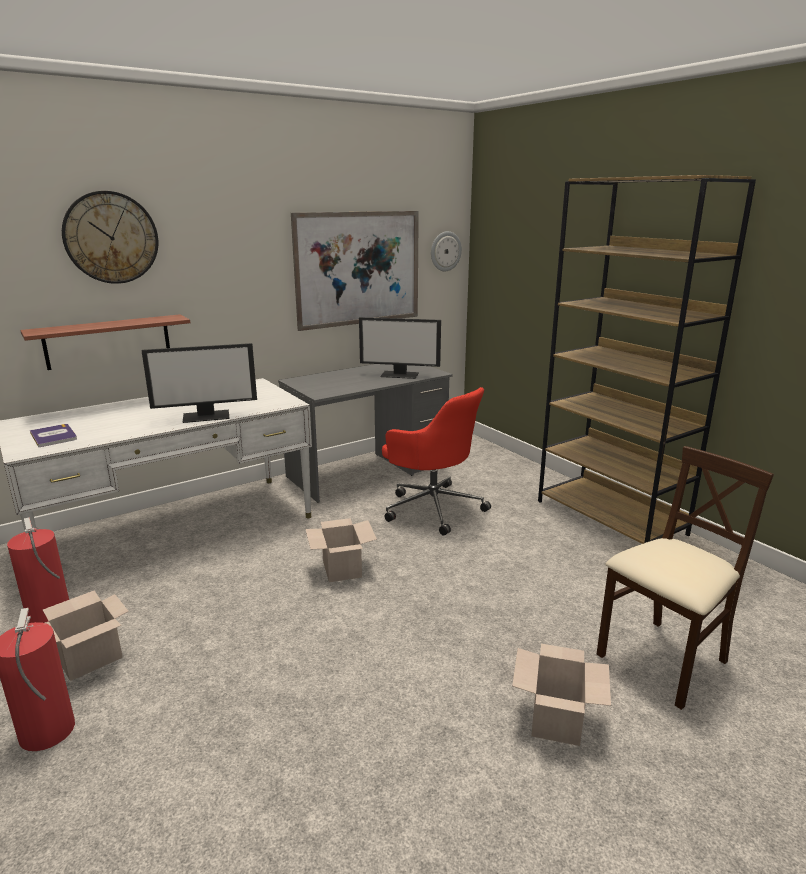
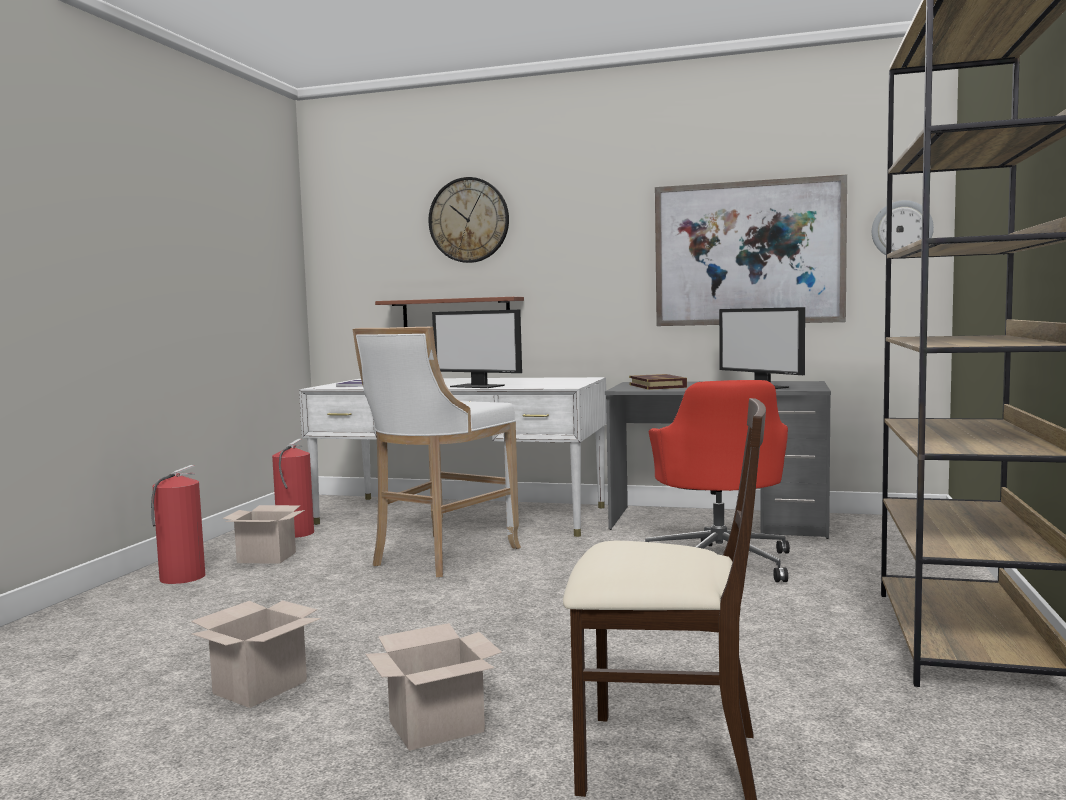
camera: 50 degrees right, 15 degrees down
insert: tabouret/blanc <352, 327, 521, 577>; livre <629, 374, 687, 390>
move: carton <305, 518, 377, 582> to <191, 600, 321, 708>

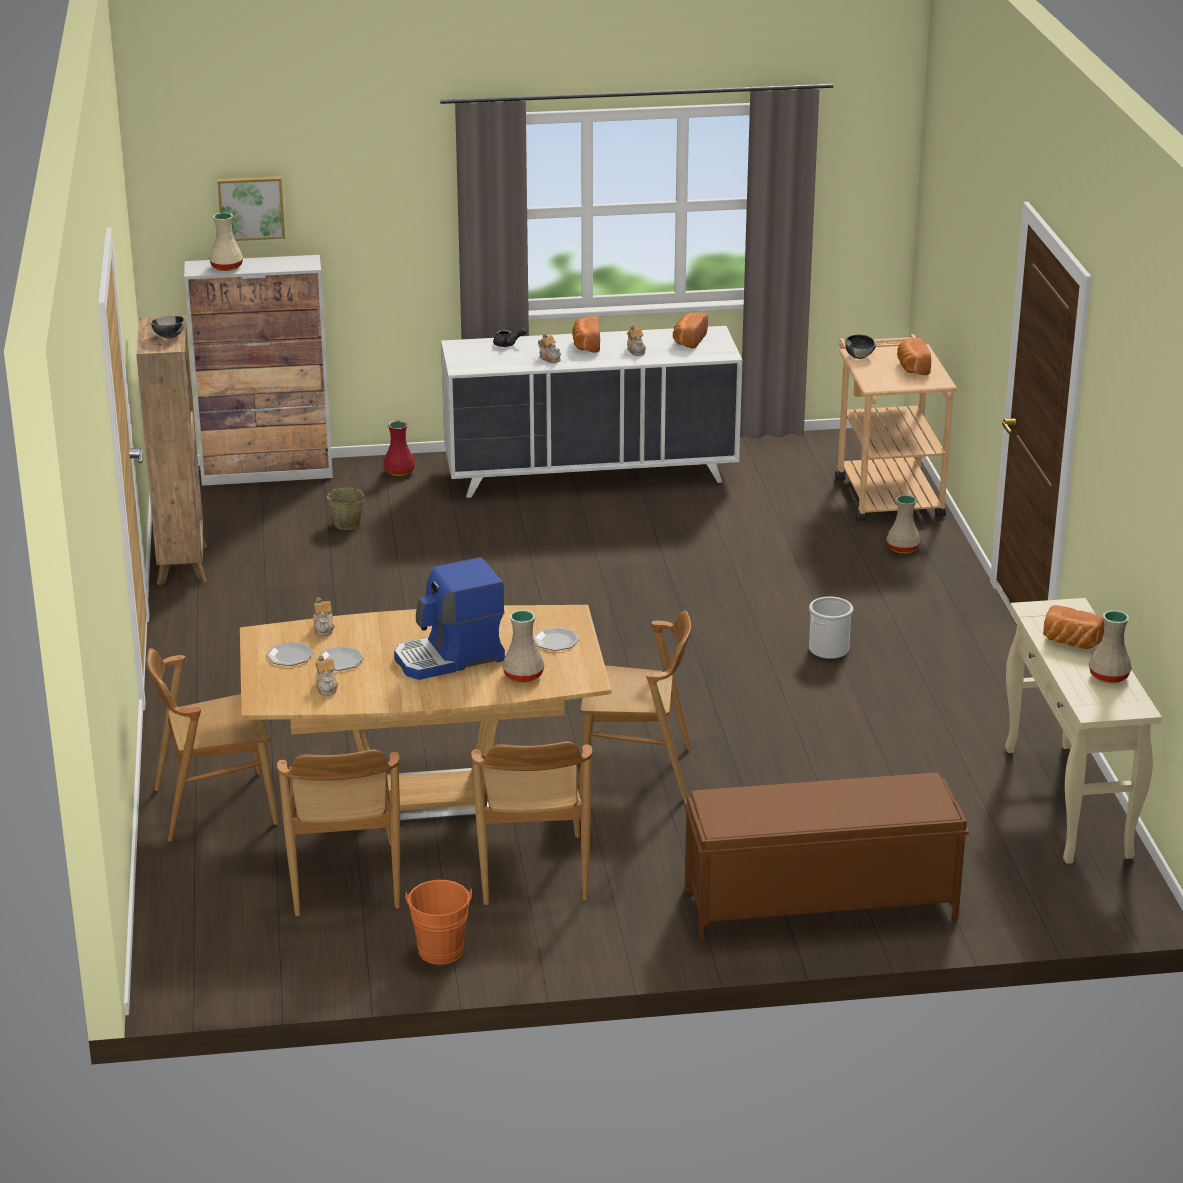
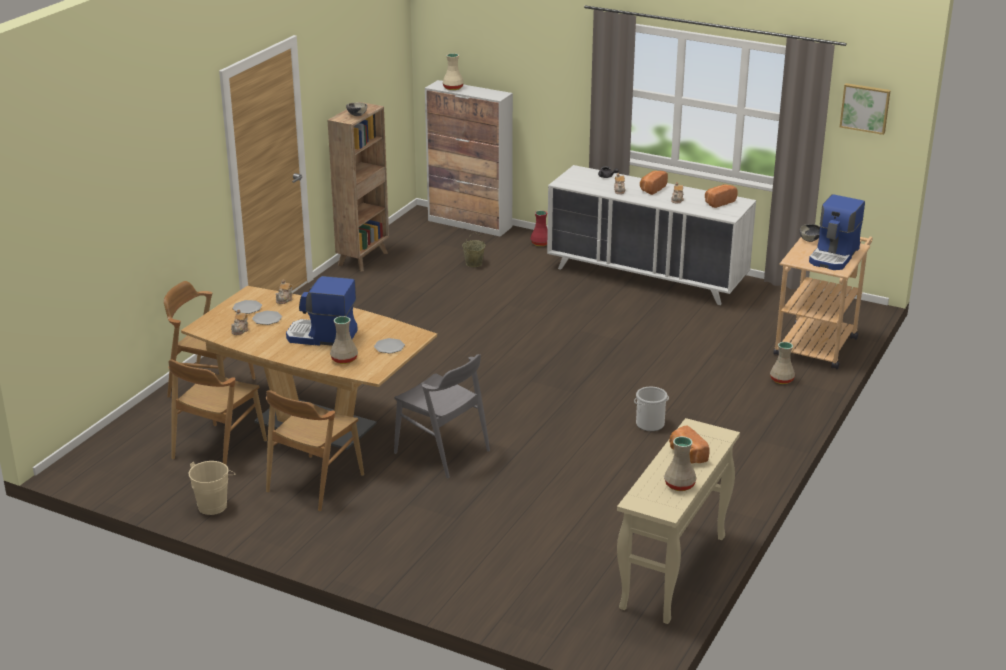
camera: 35 degrees right, 0 degrees up
delete: banc/marron <684, 773, 969, 940>
move: tableau <217, 176, 285, 241> to <840, 83, 891, 135>
replace: pain <897, 338, 931, 375> to machine à café <809, 194, 865, 270>
recolor: seau/orange <405, 880, 472, 965> to seau/beige <189, 461, 235, 515>; chaise/marron <579, 611, 691, 799> to chaise/gris <394, 354, 490, 478>

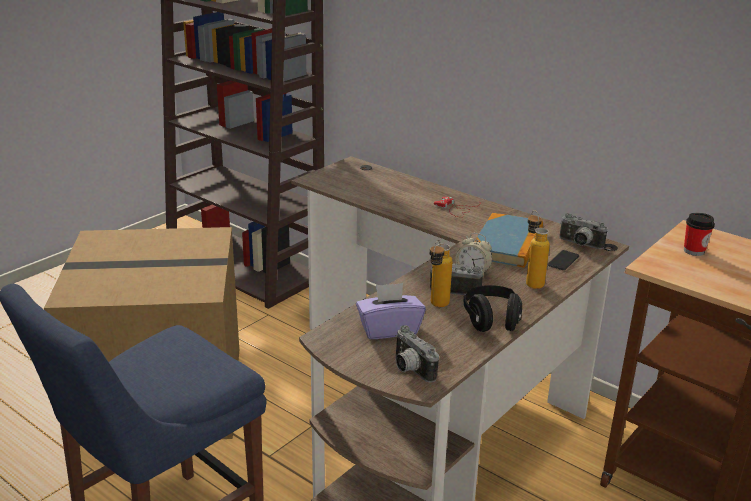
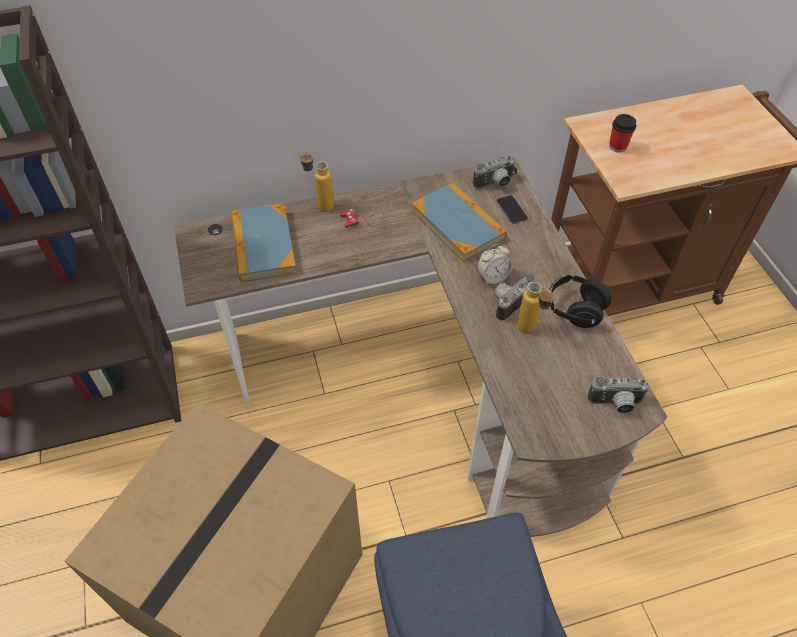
camera: 55 degrees left, 25 degrees up
delete: boîte à mouchoirs/violet <356, 283, 426, 339>
insert: livre <232, 203, 297, 282>
move: bouteille <526, 210, 550, 289> to <300, 152, 334, 212>

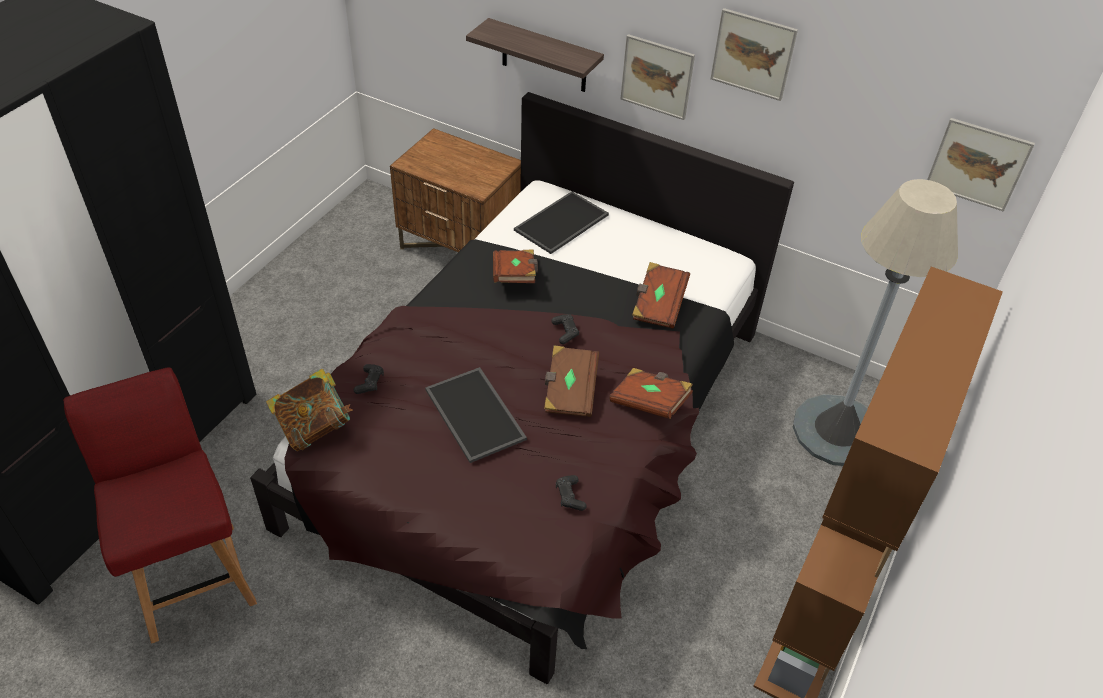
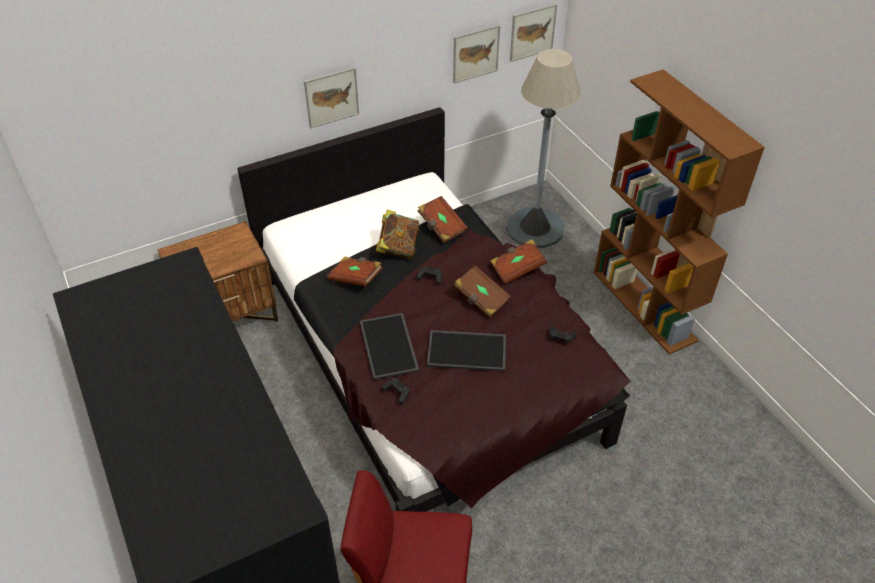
camera: 55 degrees left, 0 degrees up
delete: étagère <466, 18, 604, 92>
move: plateau <514, 191, 609, 254> to <360, 313, 419, 380>; livre <266, 369, 353, 451> to <376, 209, 419, 259>; tableau <710, 8, 798, 101> to <453, 25, 500, 83>

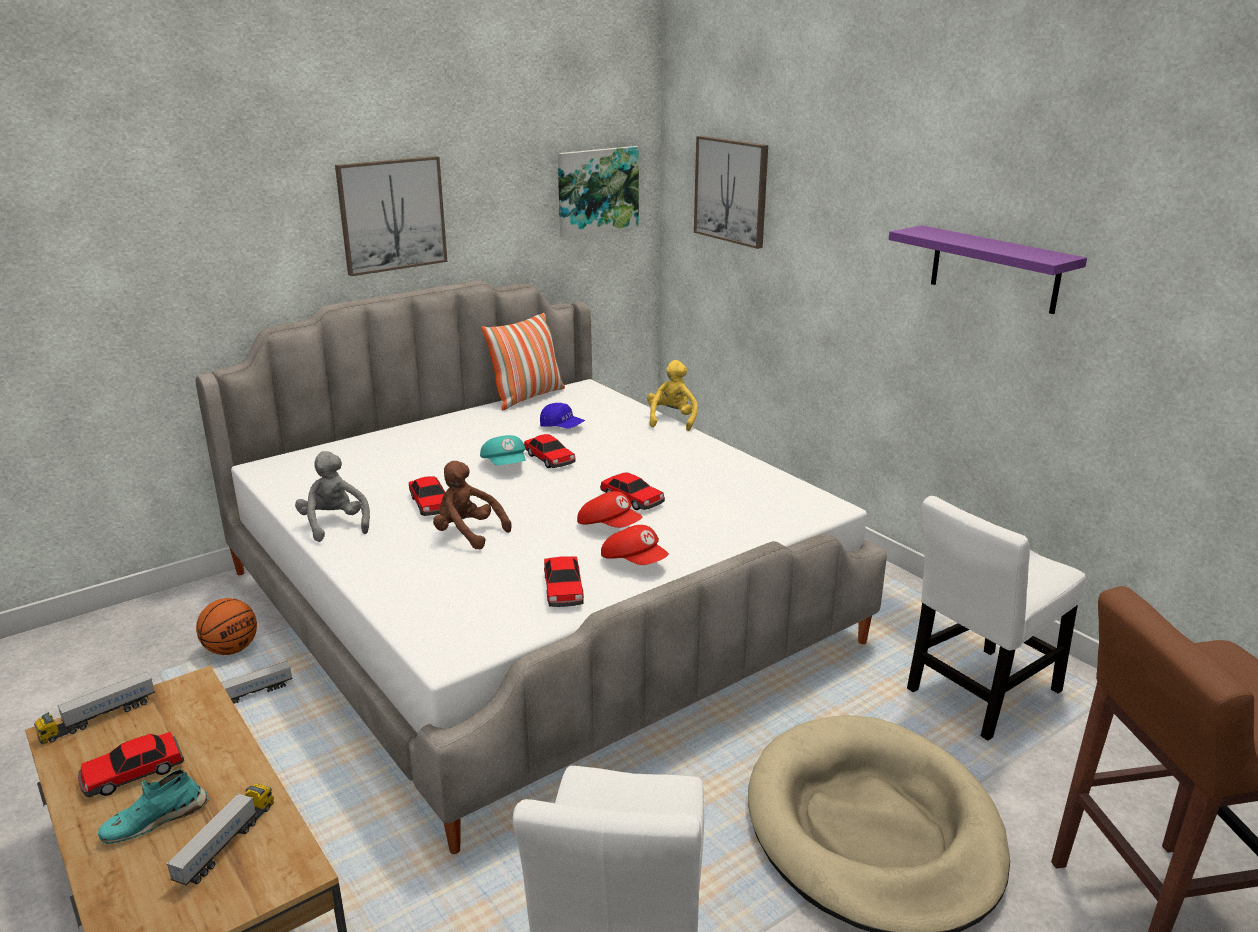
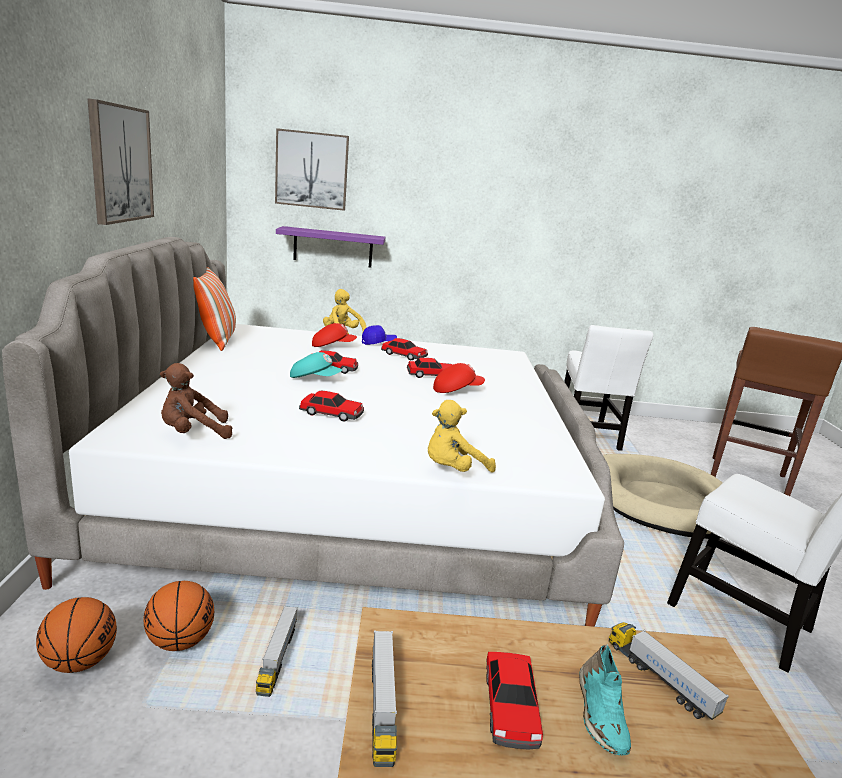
camera: 55 degrees left, 5 degrees down
delete: peluche/gris <295, 451, 370, 542>; tableau <558, 146, 639, 238>
insert: ballon de basket <36, 597, 117, 673>; peluche/jaune <428, 400, 496, 473>
move: peluche/marron <433, 461, 512, 550> to <160, 363, 232, 439>; étagère/violet <889, 225, 1087, 314> to <276, 226, 385, 268>; casquette/rouge <601, 525, 669, 565> to <312, 323, 357, 347>; casquette/bleu <540, 403, 585, 429> to <362, 325, 397, 345>; petite voiture <544, 556, 584, 607> to <381, 338, 428, 360>

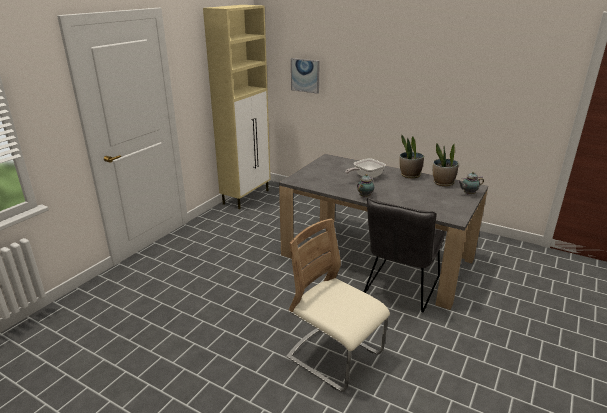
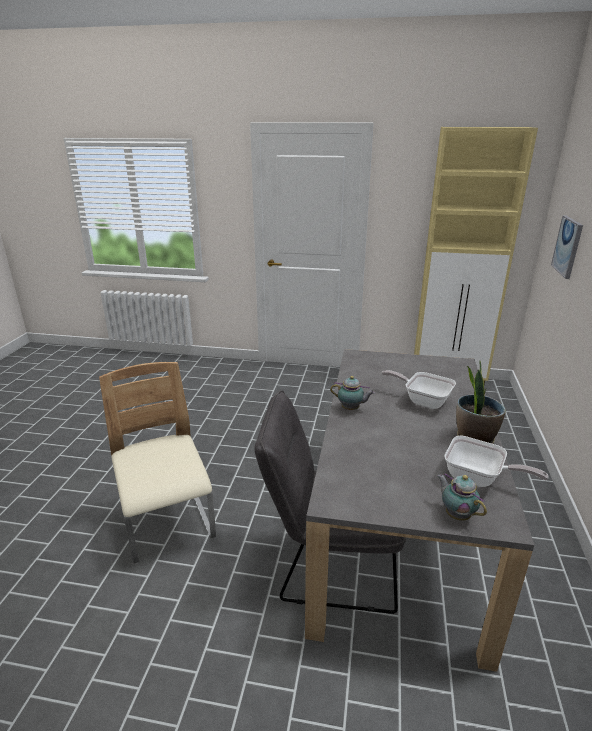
camera: 70 degrees right, 0 degrees up
replace: plante en pot <433, 143, 459, 186> to poêle <444, 436, 549, 487>
rotate: chaise/beige <286, 219, 390, 392> = <99, 362, 216, 563> 45 degrees counterclockwise

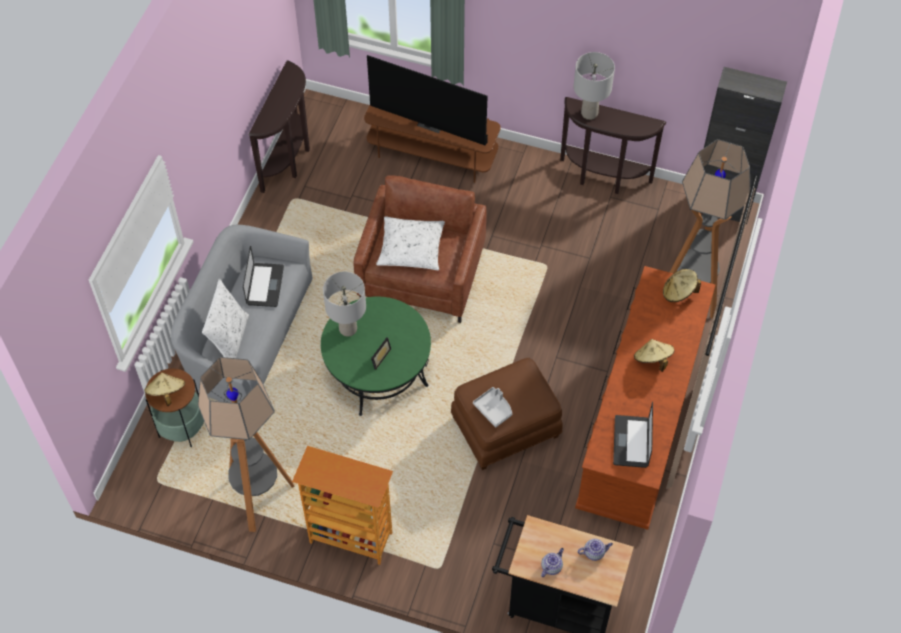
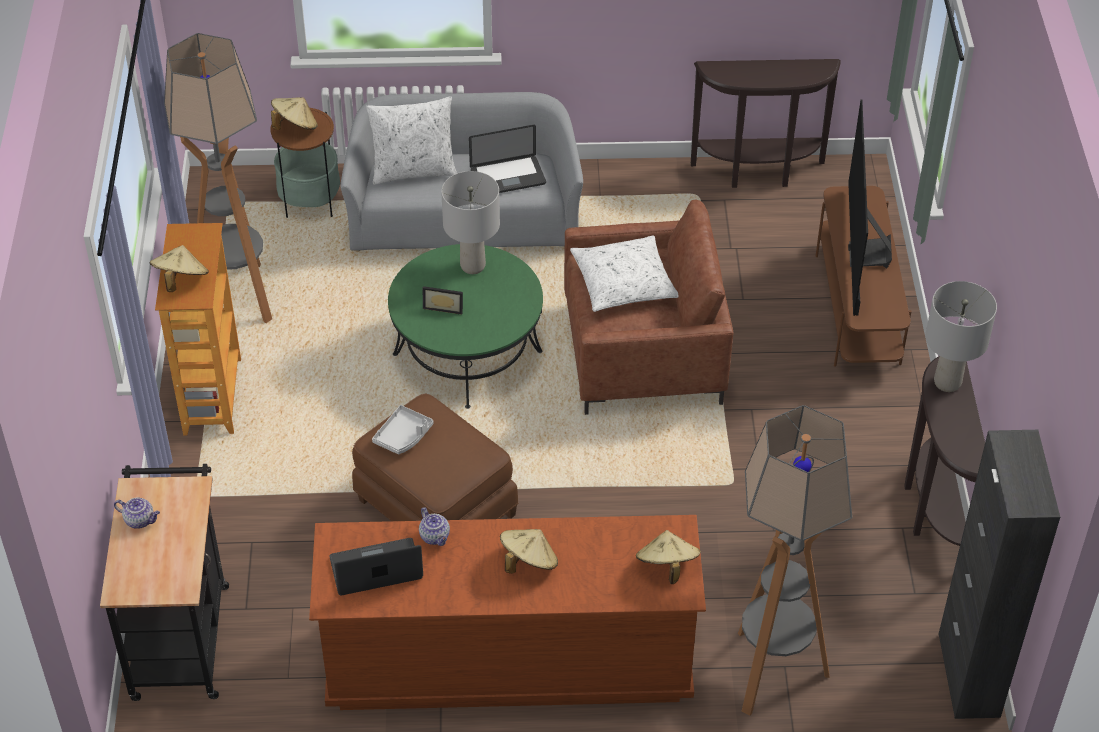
camera: 70 degrees right, 10 degrees down
insert: chapeau/beige <150, 245, 209, 292>
move: théière <578, 539, 613, 561> to <419, 507, 450, 546>

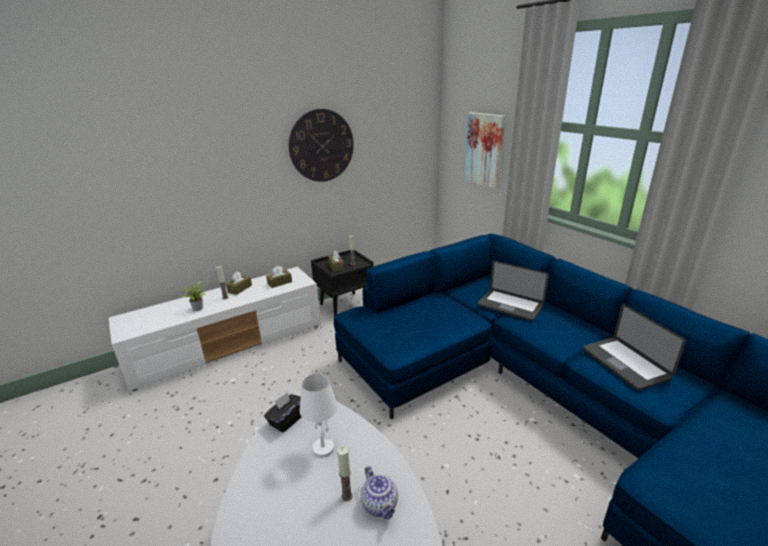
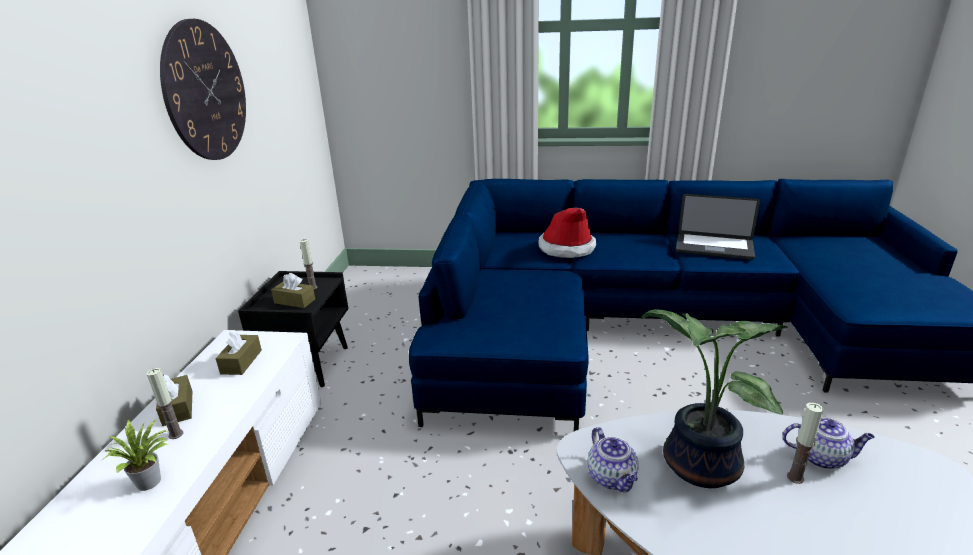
camera: 50 degrees left, 0 degrees up
delete: tableau <465, 112, 505, 189>
replace: ordinateur portable <477, 260, 549, 321> to chapeau <538, 207, 596, 258>; boîte à mouchoirs/noir <264, 392, 301, 433> to théière <587, 427, 639, 492>; lampe de table/blanc <300, 374, 338, 457> to plante en pot <642, 309, 788, 488>

